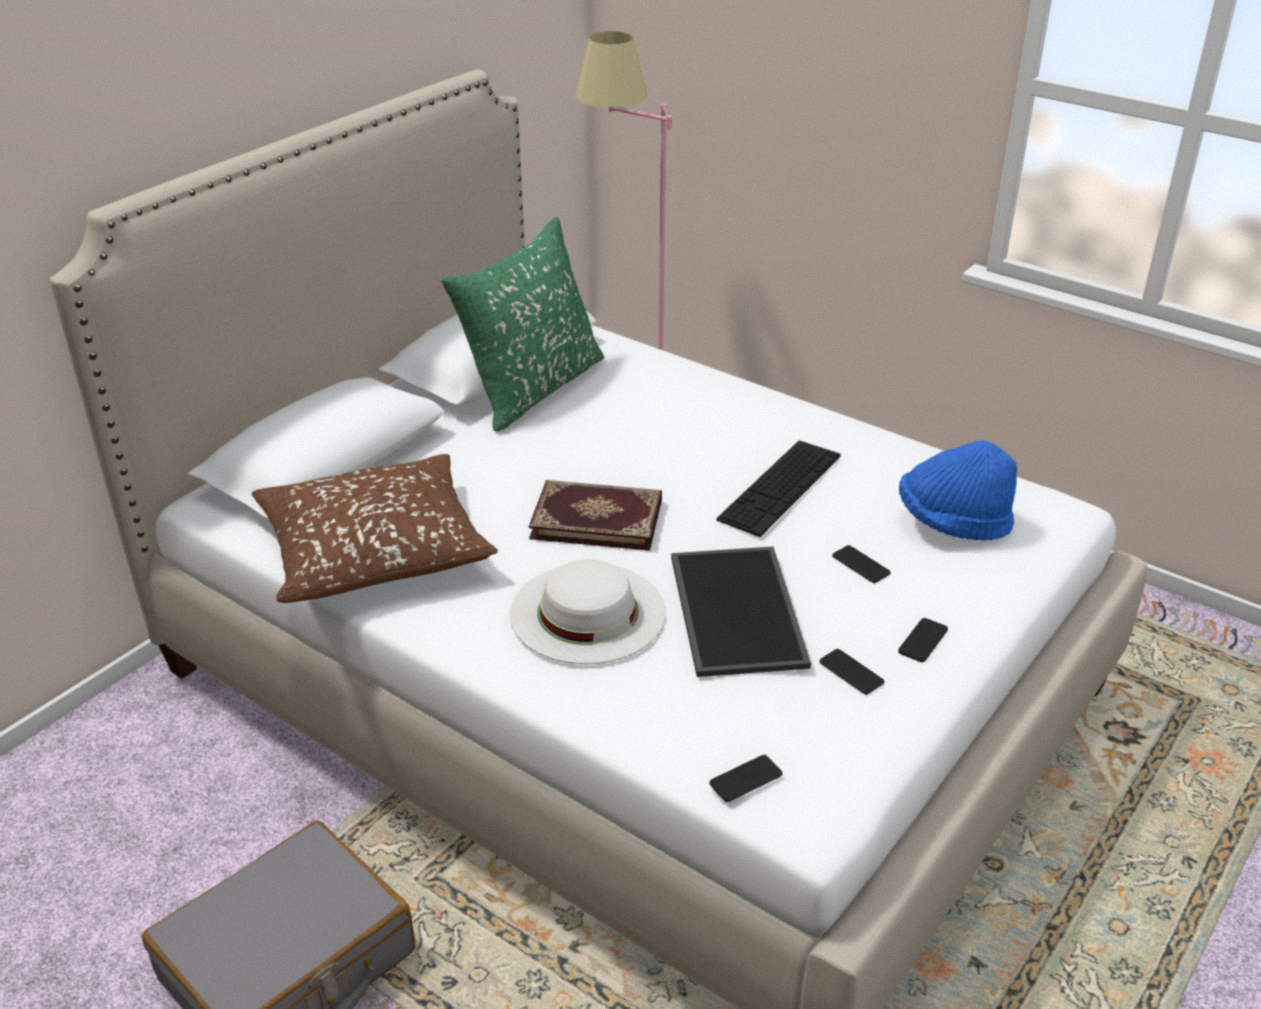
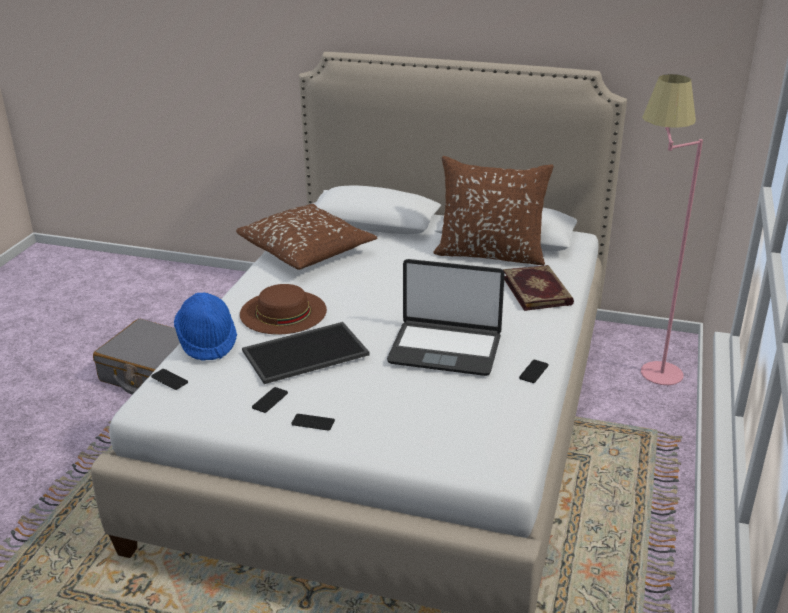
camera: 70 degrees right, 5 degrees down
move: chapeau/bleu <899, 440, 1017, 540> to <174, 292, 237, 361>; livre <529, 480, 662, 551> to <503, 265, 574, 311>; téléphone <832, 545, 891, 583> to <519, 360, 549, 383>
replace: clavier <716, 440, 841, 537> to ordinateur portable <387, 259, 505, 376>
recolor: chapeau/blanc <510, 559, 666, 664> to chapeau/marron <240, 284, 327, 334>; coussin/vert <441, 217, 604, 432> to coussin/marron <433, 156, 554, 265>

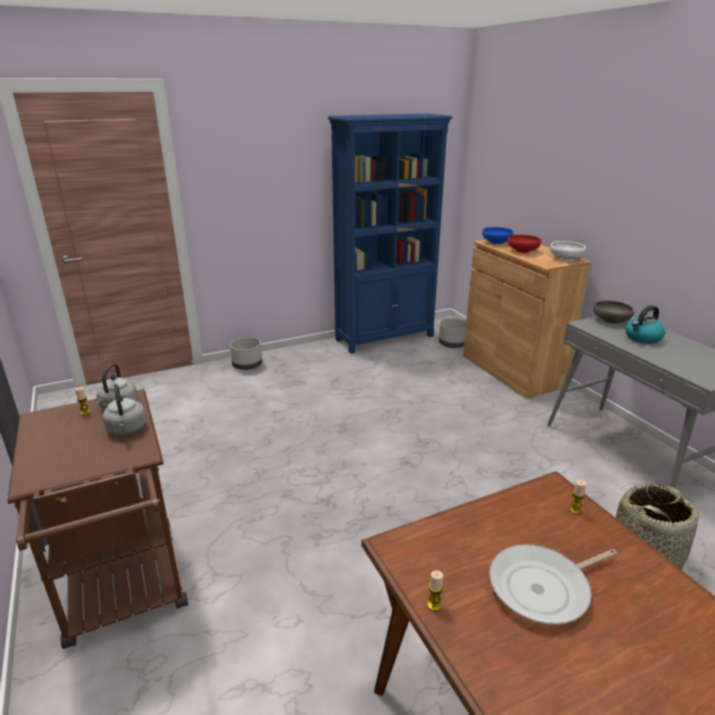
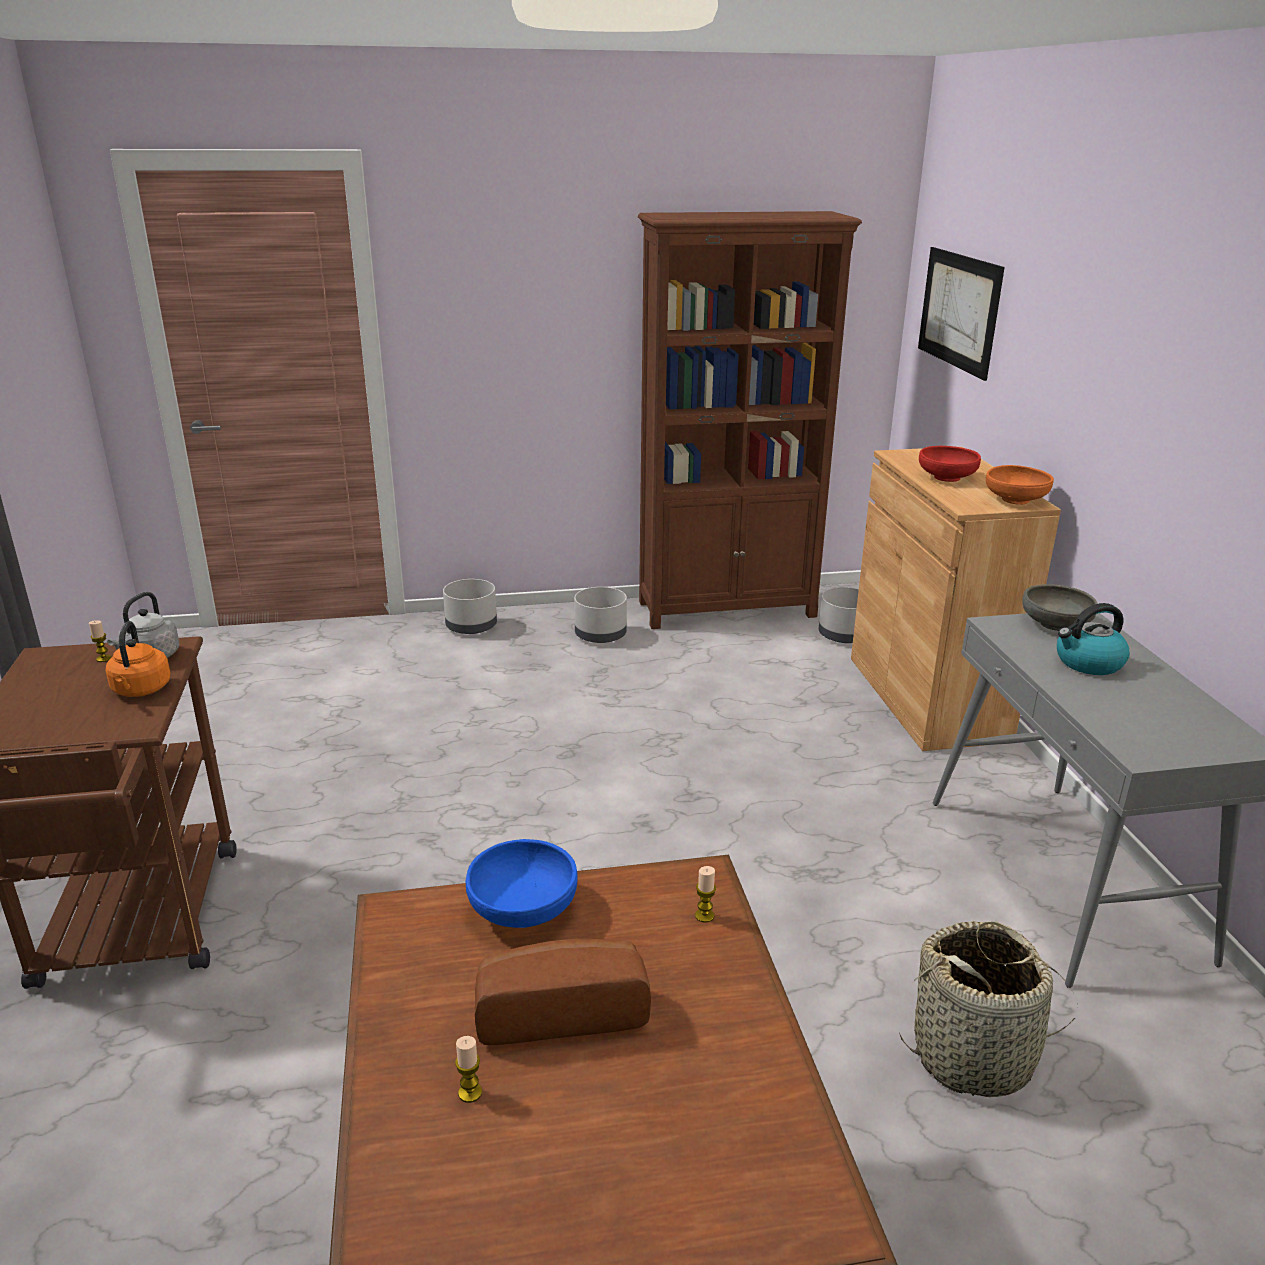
camera: 15 degrees right, 0 degrees up
insert: cache-pot/gris <574, 587, 627, 643>; tableau <918, 247, 1005, 381>
move: bougie <427, 571, 444, 611> to <455, 1036, 482, 1103>; bol/bleu <482, 227, 514, 245> to <466, 839, 577, 928>
replace: poêle <489, 544, 617, 625> to pain <475, 939, 651, 1045>
recolor: bouilloire/gris <103, 384, 146, 435> to bouilloire/orange <106, 621, 171, 697>; bibliothèque/bleu <328, 114, 453, 354> to bibliothèque/marron <638, 211, 862, 629>; bol/blanc <550, 241, 586, 261> to bol/orange <986, 465, 1054, 504>

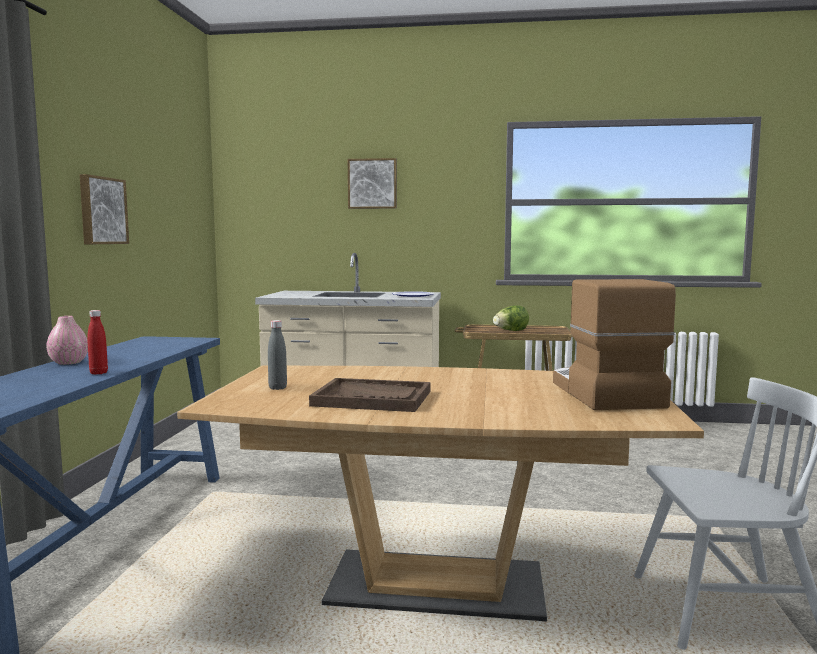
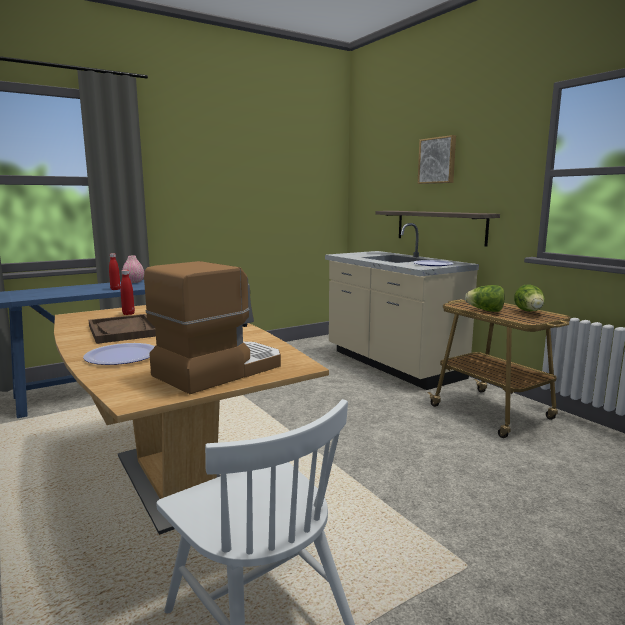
camera: 50 degrees right, 5 degrees up
delete: tableau <80, 174, 129, 244>
insert: assiette <83, 343, 155, 365>; étagère <376, 211, 500, 247>; laitue <514, 284, 545, 311>
recolor: bouteille/gris <268, 320, 287, 390> to bouteille/rouge <120, 270, 135, 315>

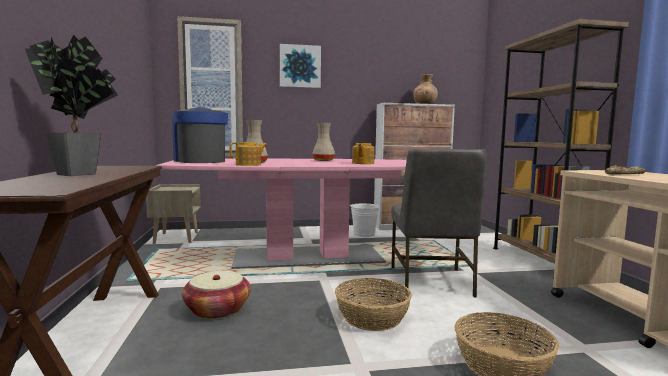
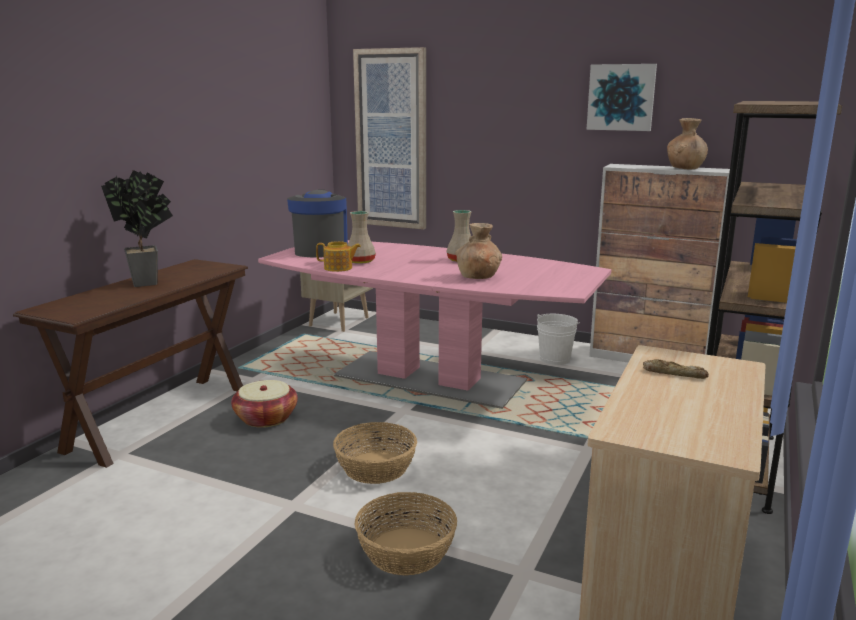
camera: 35 degrees right, 10 degrees up
delete: chaise/gris <391, 149, 487, 297>
move: tableau <280, 44, 321, 88> to <586, 64, 657, 131>
replace: théière <352, 143, 375, 164> to vase/marron <455, 223, 502, 279>

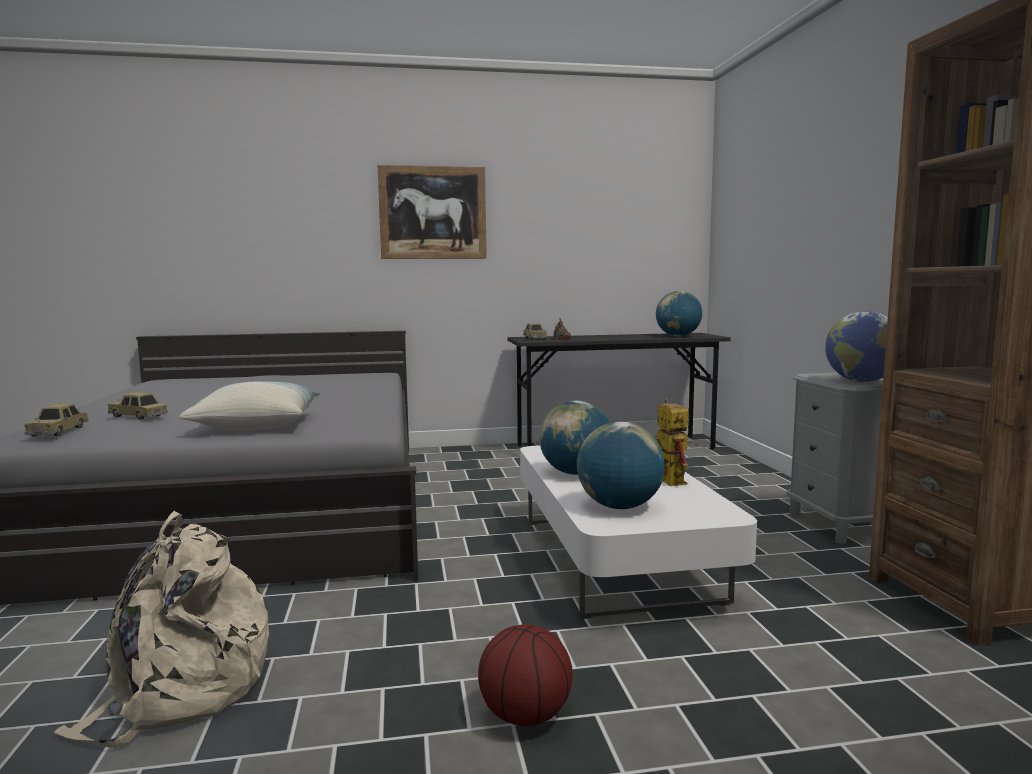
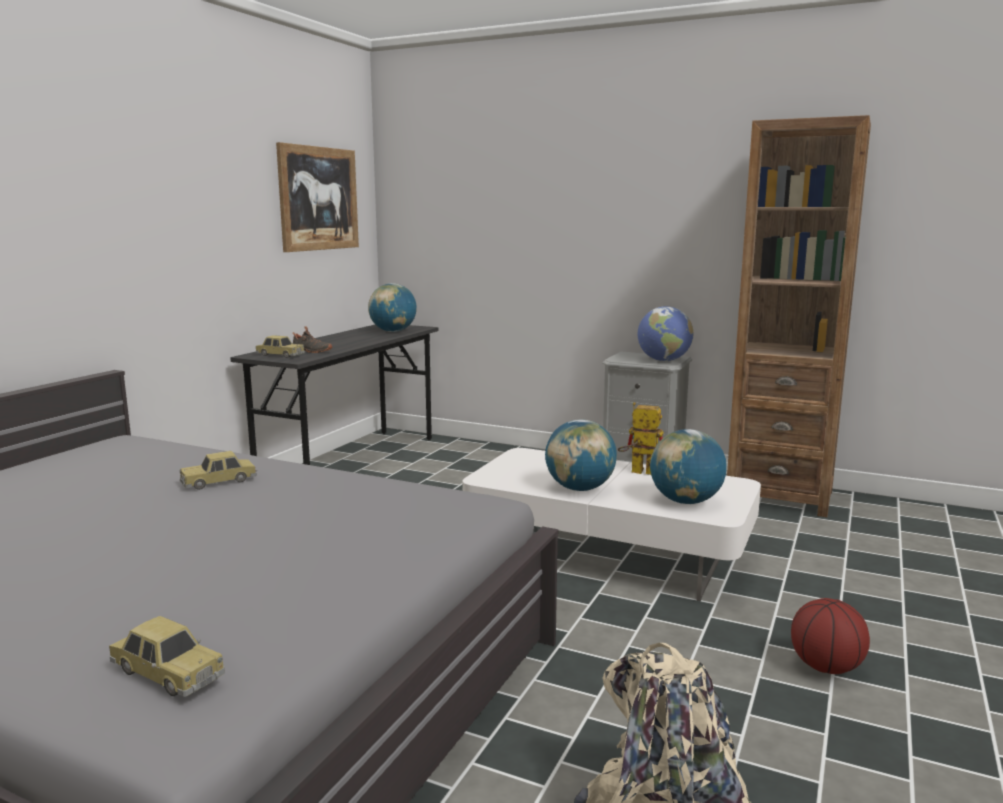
camera: 55 degrees left, 5 degrees up
delete: coussin <179, 381, 320, 431>
move: petite voiture <108, 392, 168, 420> to <180, 451, 257, 490>; tableau <378, 165, 487, 259> to <276, 142, 359, 252>

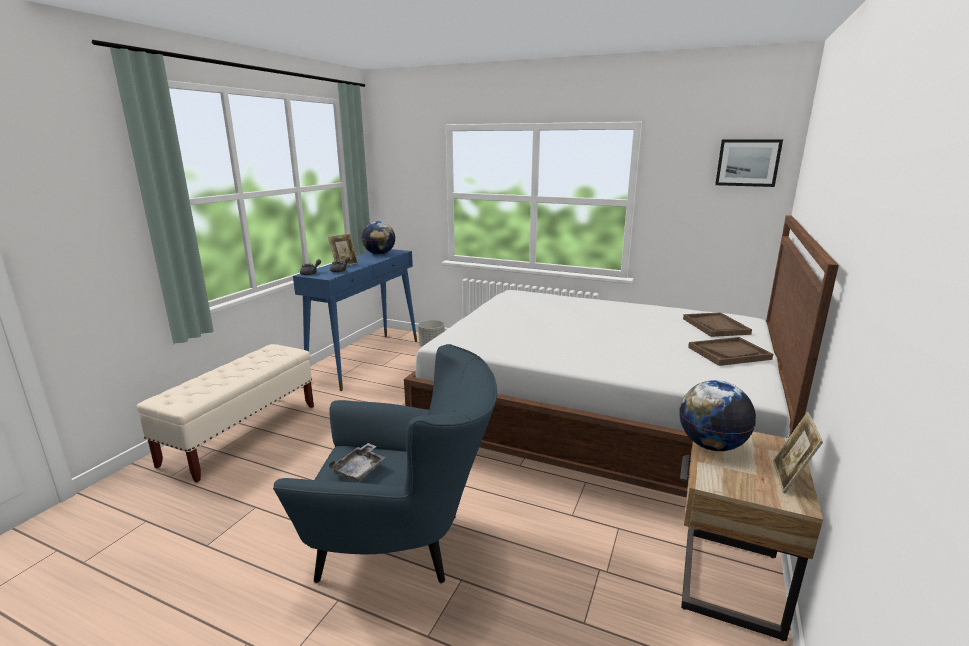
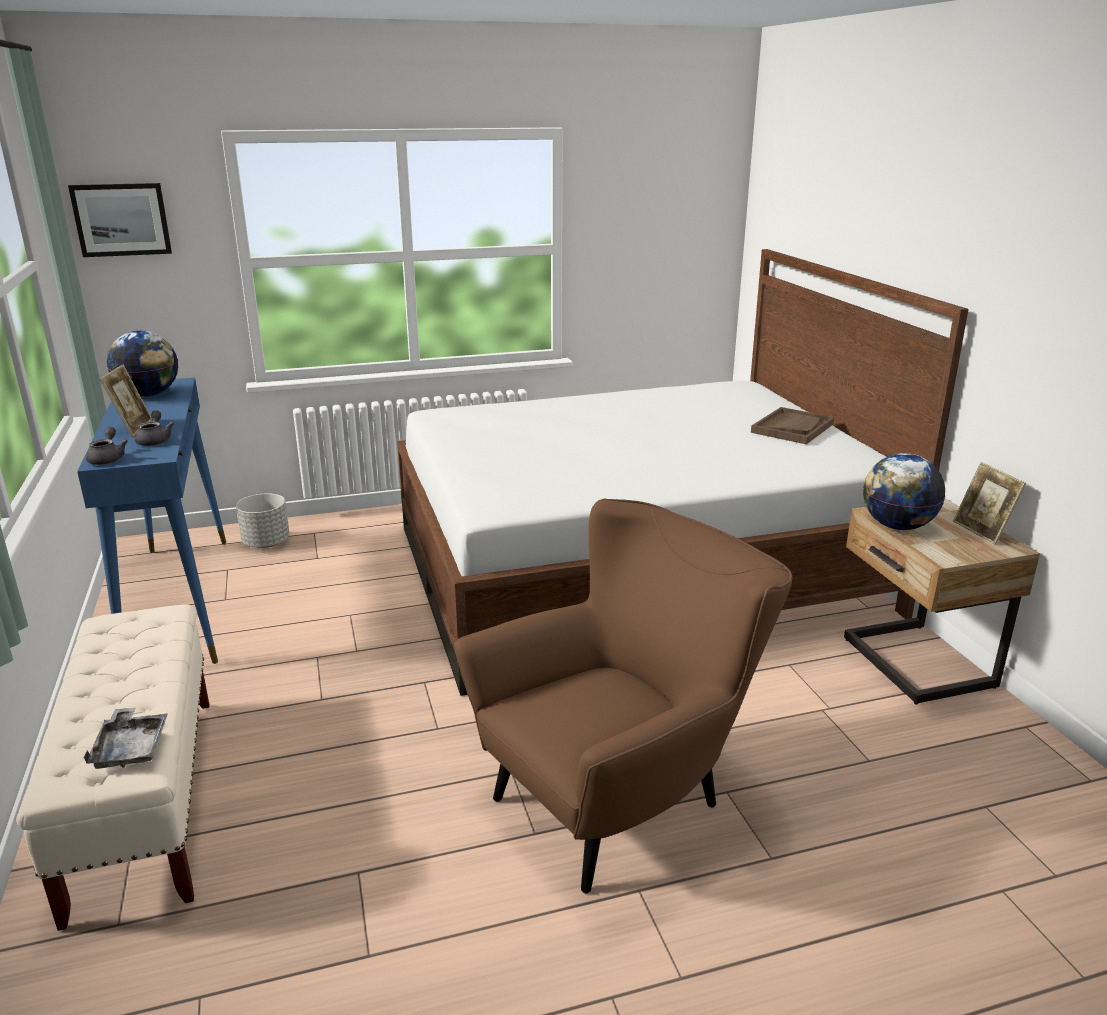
camera: 40 degrees left, 5 degrees up
delete: plateau/marron <683, 312, 752, 337>
move: tableau <715, 139, 783, 187> to <68, 183, 172, 257>; plateau/gris <329, 443, 386, 481> to <84, 707, 168, 769>
recolor: fauteuil/bleu <273, 344, 497, 584> to fauteuil/marron <454, 499, 793, 894>

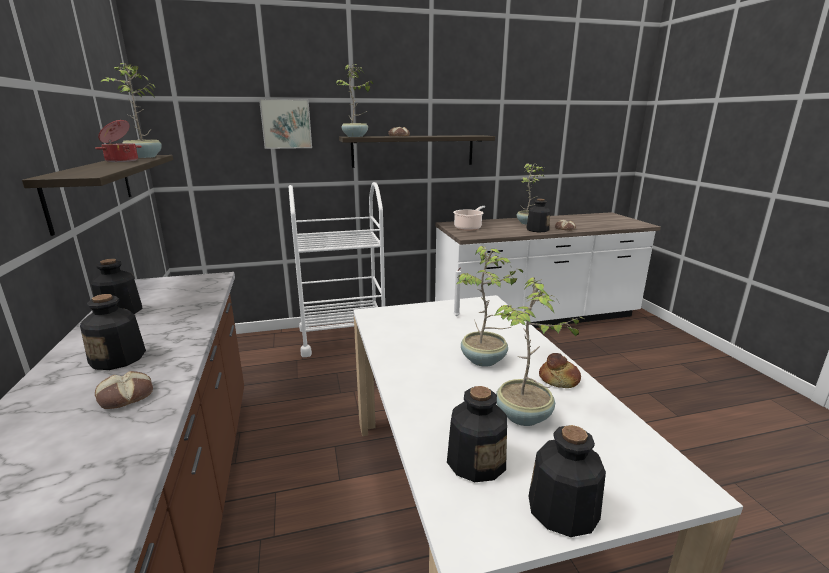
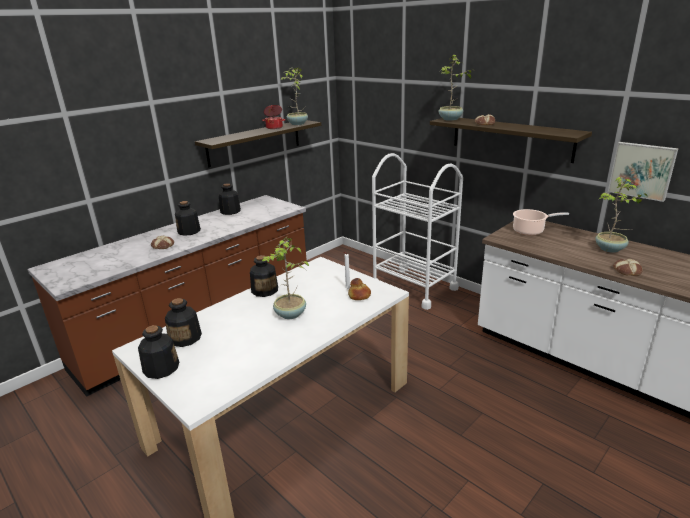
camera: 60 degrees right, 5 degrees up
delete: plante en pot <494, 277, 588, 426>
move: bouteille <526, 199, 550, 232> to <250, 255, 278, 297>; pain <539, 353, 581, 388> to <348, 278, 371, 300>; tableau <259, 99, 312, 149> to <608, 142, 679, 202>

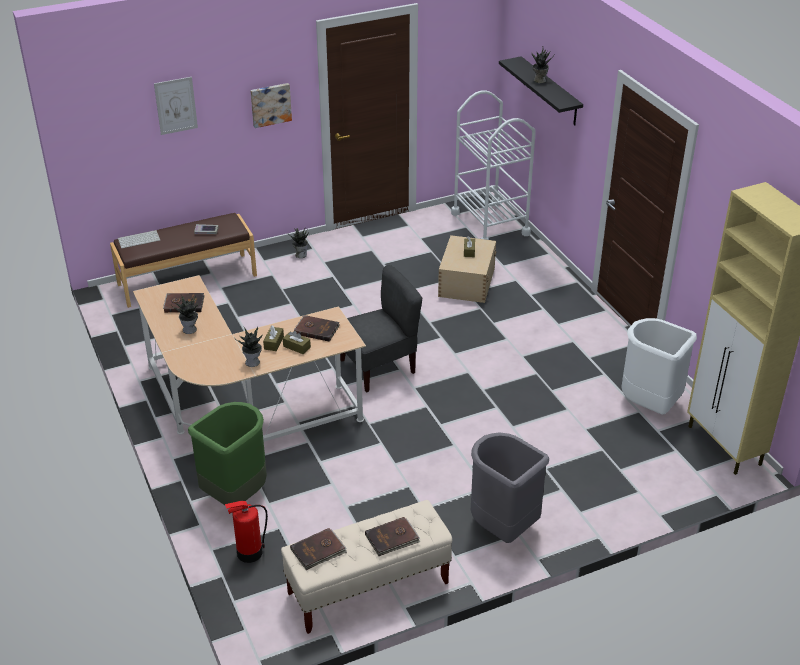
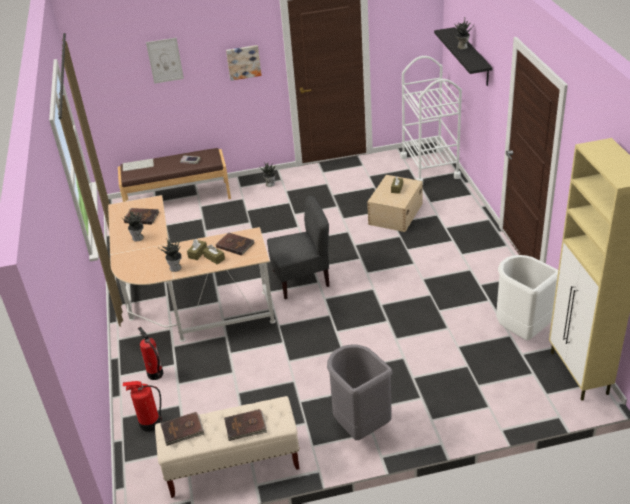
camera: 15 degrees right, 0 degrees up
replace: poubelle/vert <188, 402, 267, 505> to extincteur <138, 327, 163, 380>

